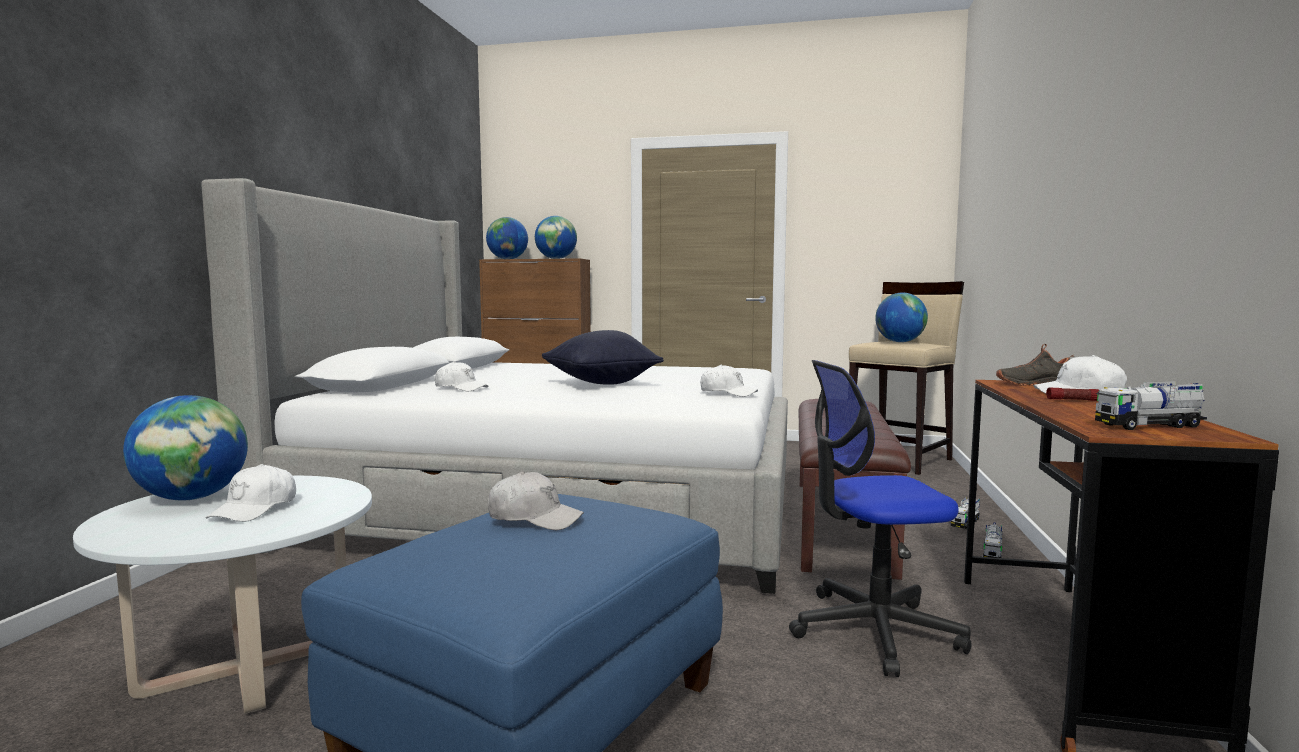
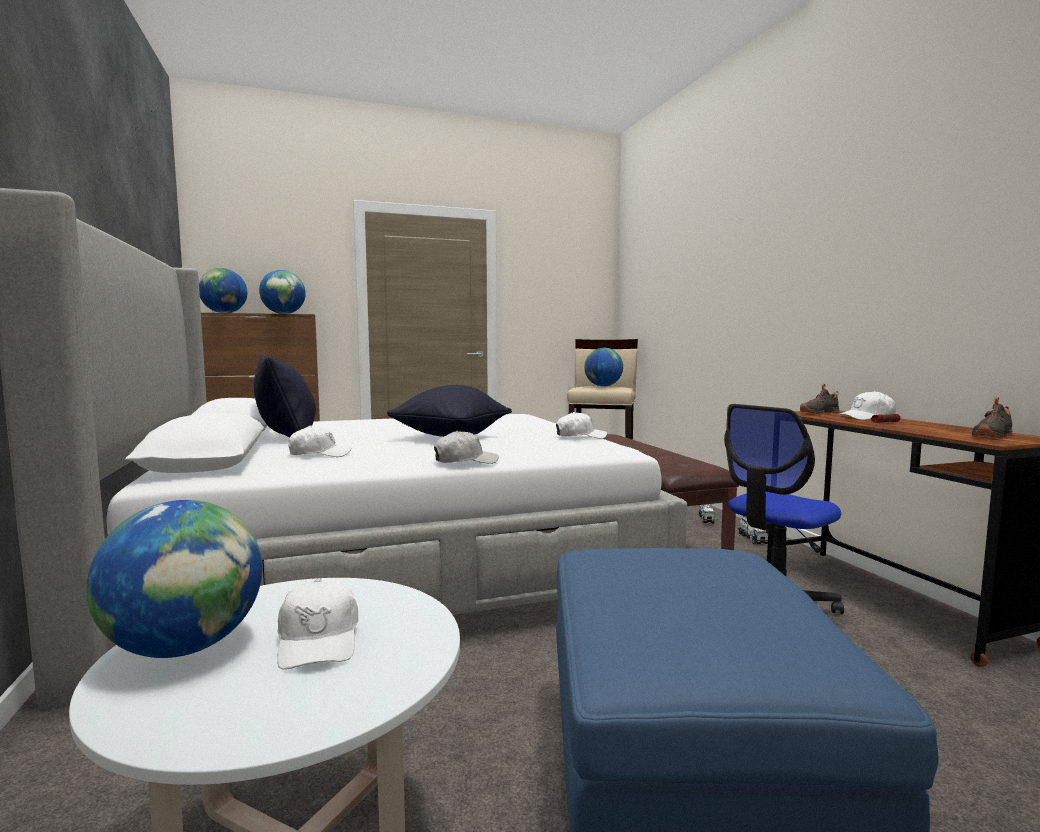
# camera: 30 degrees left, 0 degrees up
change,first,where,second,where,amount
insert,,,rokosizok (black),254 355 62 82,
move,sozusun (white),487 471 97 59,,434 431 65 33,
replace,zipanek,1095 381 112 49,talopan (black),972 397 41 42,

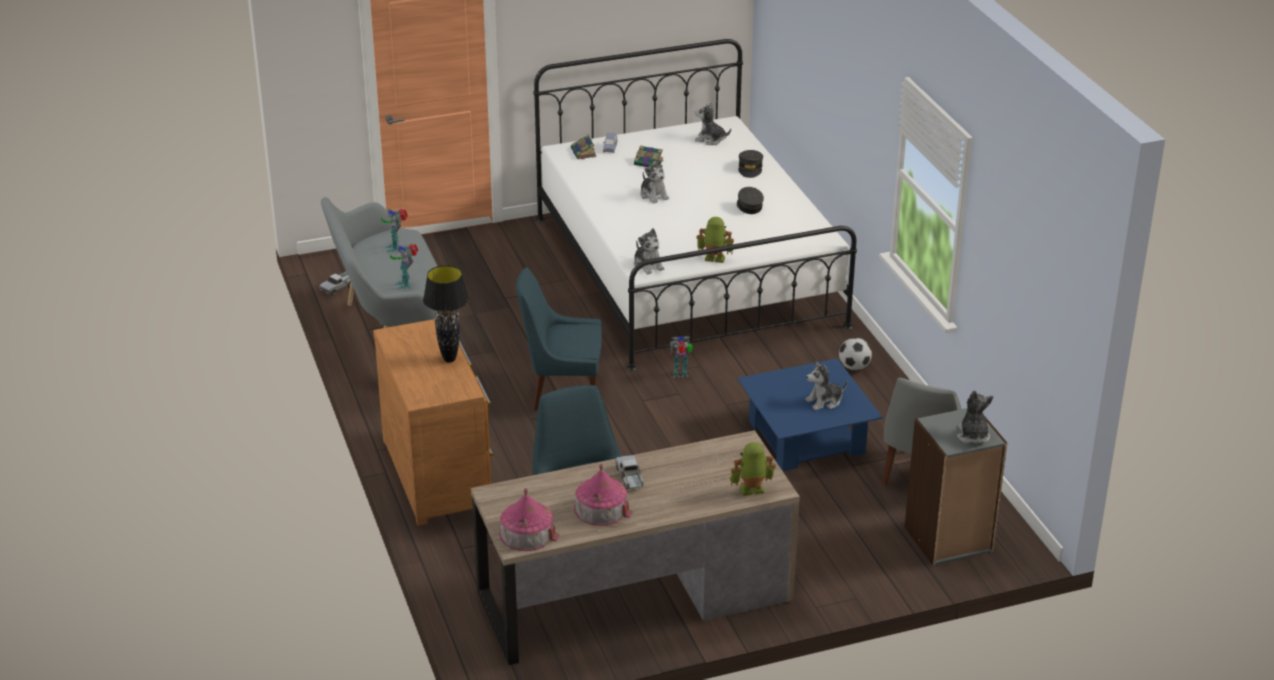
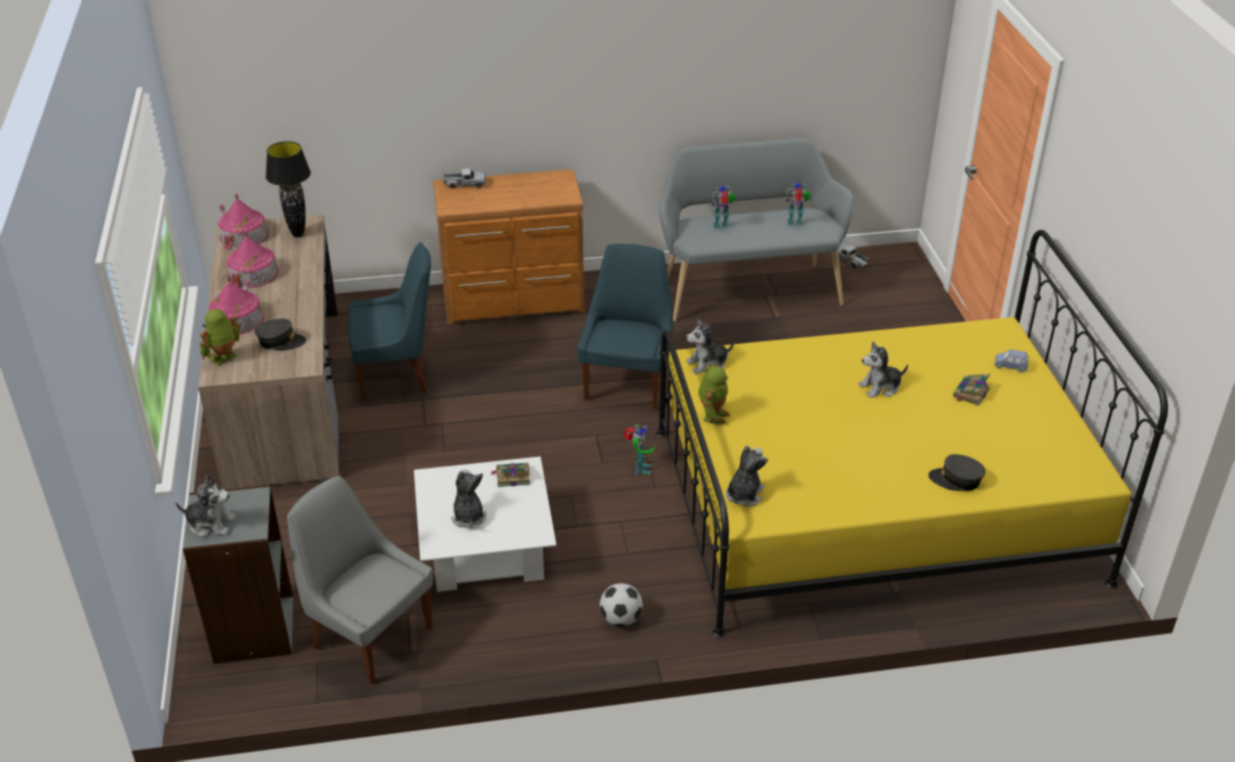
# camera: 100 degrees right, 5 degrees up
change,first,where,second,where,amount
insert,,,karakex,209 275 55 59,
move,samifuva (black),423 265 46 98,,266 141 45 96,
move,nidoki,571 135 26 24,,490 462 40 25,
move,zipanek,615 455 29 36,,443 168 43 21,
move,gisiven,695 103 36 42,,725 446 43 61,
move,sozusun (grey),737 187 27 27,,255 319 51 32,
recolor,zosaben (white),534 39 323 332,zosaben (yellow),656 230 512 408,
recolor,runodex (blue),737 359 146 112,runodex (white),414 456 142 136,
rotate,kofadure,730 442 46 54,,200 309 40 57,135 degrees counterclockwise

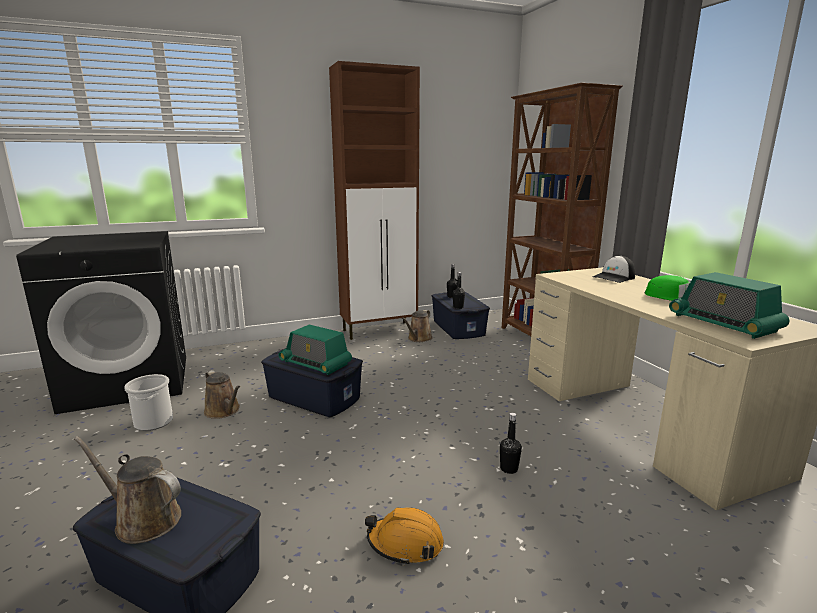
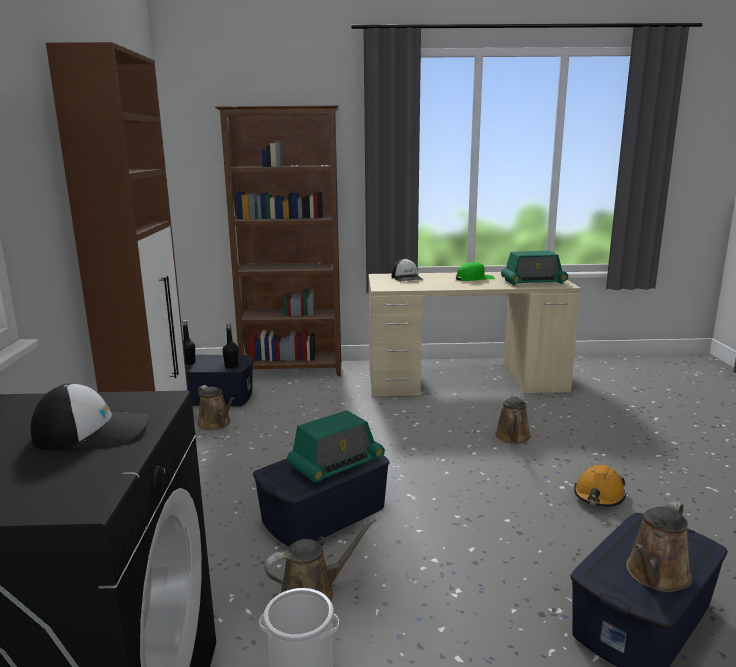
# camera: 70 degrees left, 0 degrees up
change,first,where,second,where,amount
insert,,,sozusun,31 383 118 68,
replace,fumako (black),500 413 22 61,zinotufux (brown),495 394 36 50,

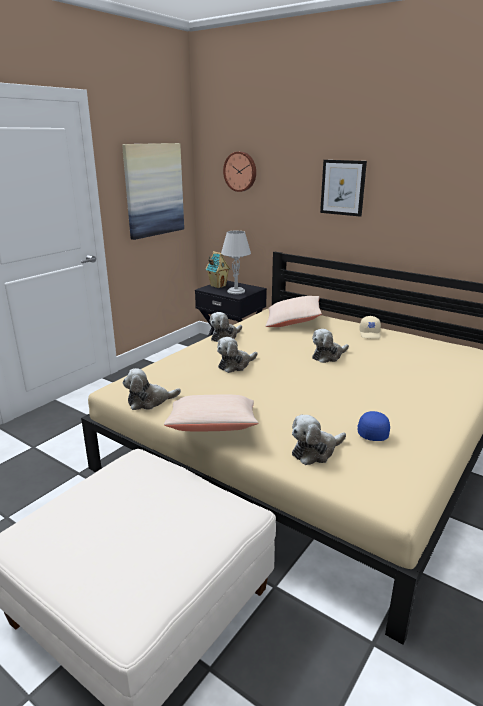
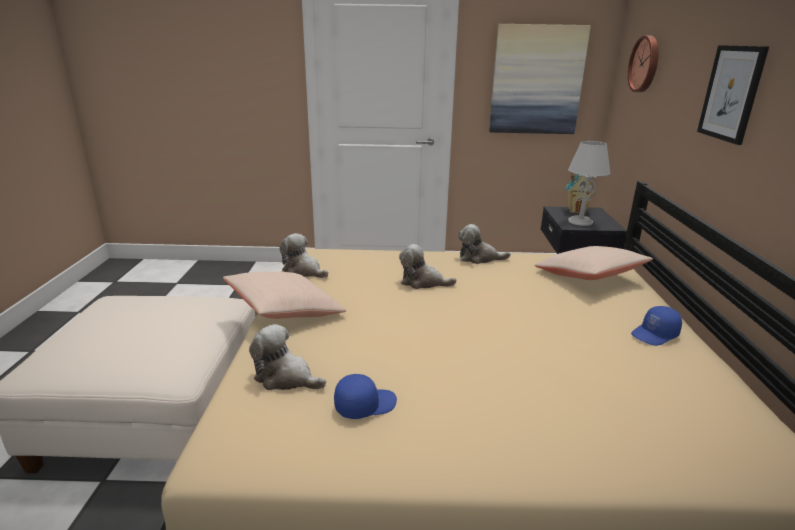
# camera: 55 degrees right, 0 degrees up
change,first,where,second,where,amount
delete,gisiven,312 329 37 34,,,
recolor,sozusun (beige),359 316 22 23,sozusun (blue),631 306 51 40,

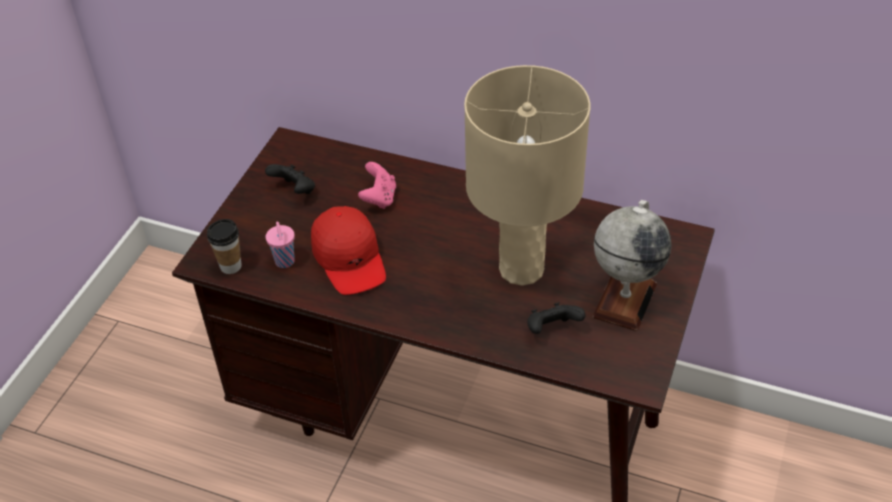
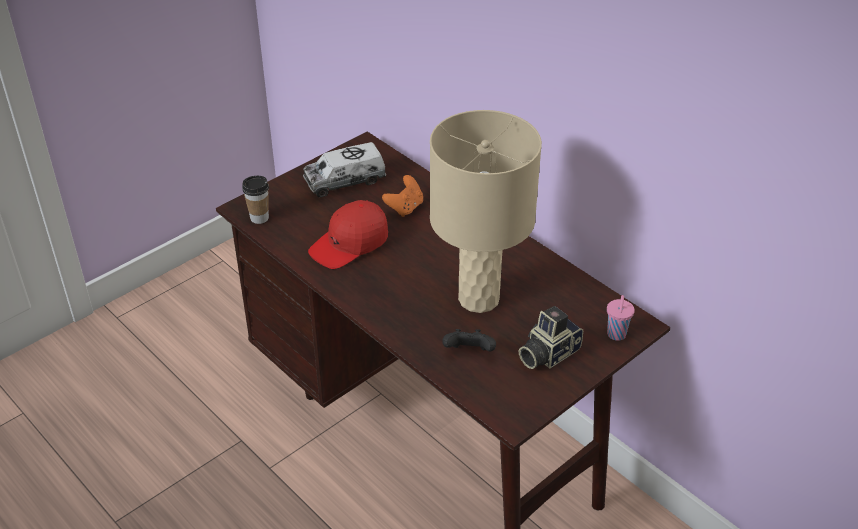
# camera: 25 degrees right, 5 degrees down
change,first,where,second,where,amount
move,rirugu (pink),266 222 29 46,,607 295 28 46,
replace,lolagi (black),265 164 50 30,zipanek,303 142 83 55,
replace,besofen,593 200 79 131,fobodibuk,519 306 64 63,
recolor,lolagi (pink),358 162 38 47,lolagi (orange),382 175 41 42,
rotate,sozusun (red),311 206 75 89,,308 200 80 69,45 degrees clockwise

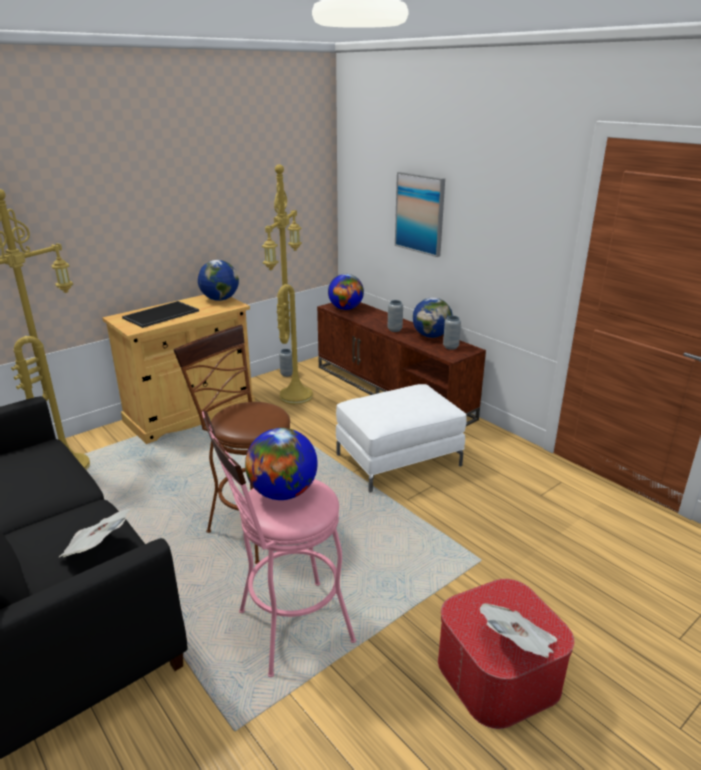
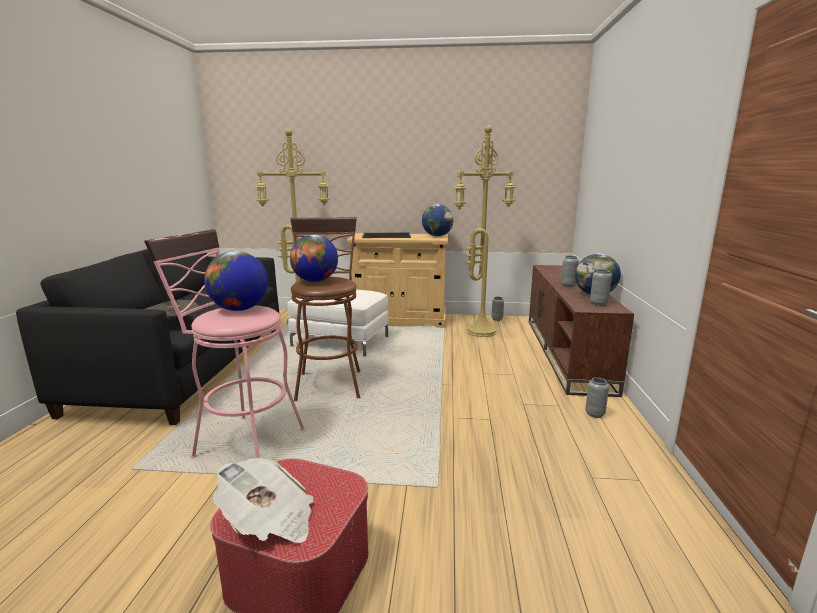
# camera: 45 degrees right, 10 degrees down
change,first,where,second,where,amount
delete,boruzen,395 172 50 85,,,
insert,,,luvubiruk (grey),585 377 24 41,
move,besofen,328 274 36 36,,290 235 48 47,
move,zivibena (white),336 384 130 109,,287 290 102 67,

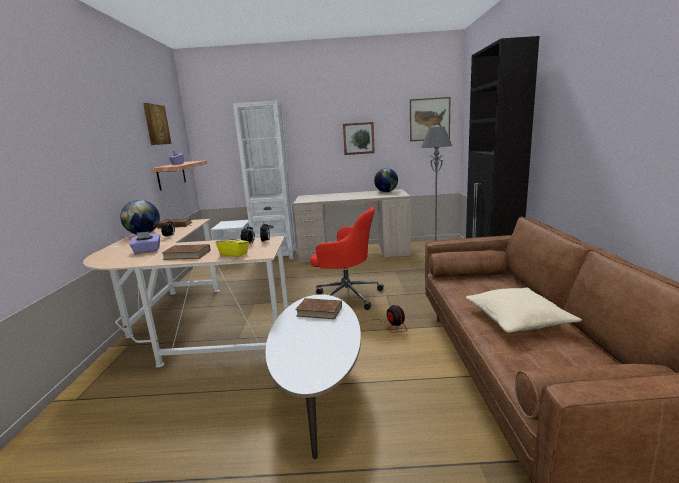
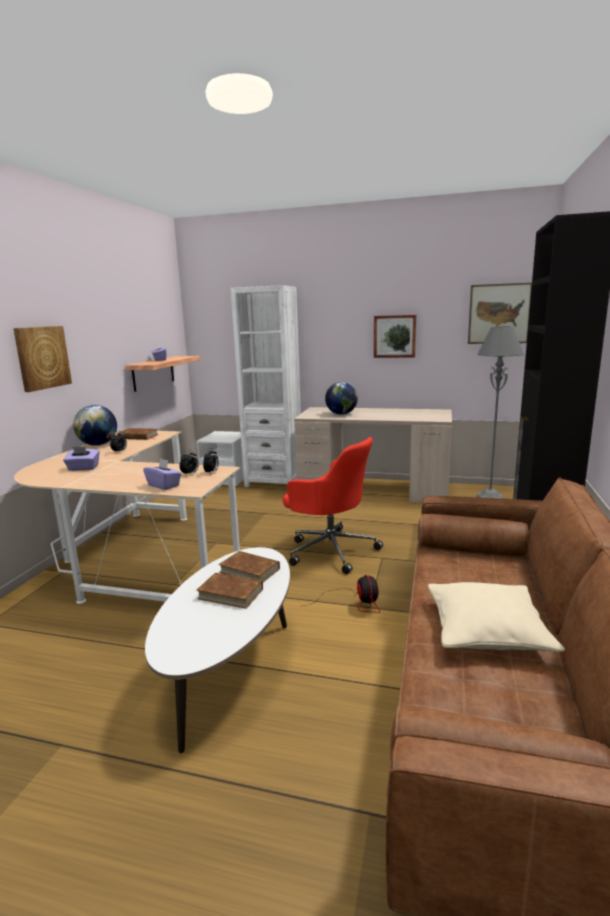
# camera: 15 degrees right, 0 degrees up
change,first,where,second,where,amount
move,boruzen,143 103 28 42,,13 326 59 66,
move,nidoki (brown),162 244 48 16,,197 573 66 36,
move,besofen,374 168 24 24,,325 382 33 33,
recolor,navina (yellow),216 232 33 25,navina (purple),143 458 39 32,

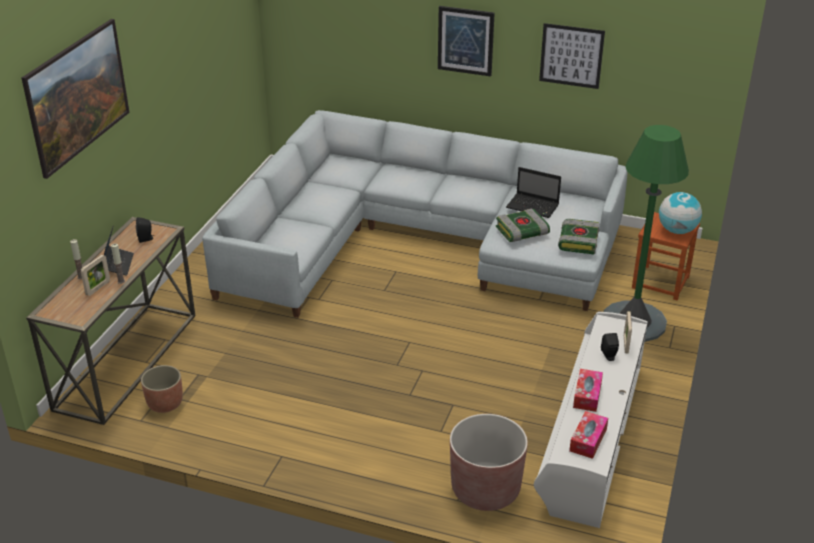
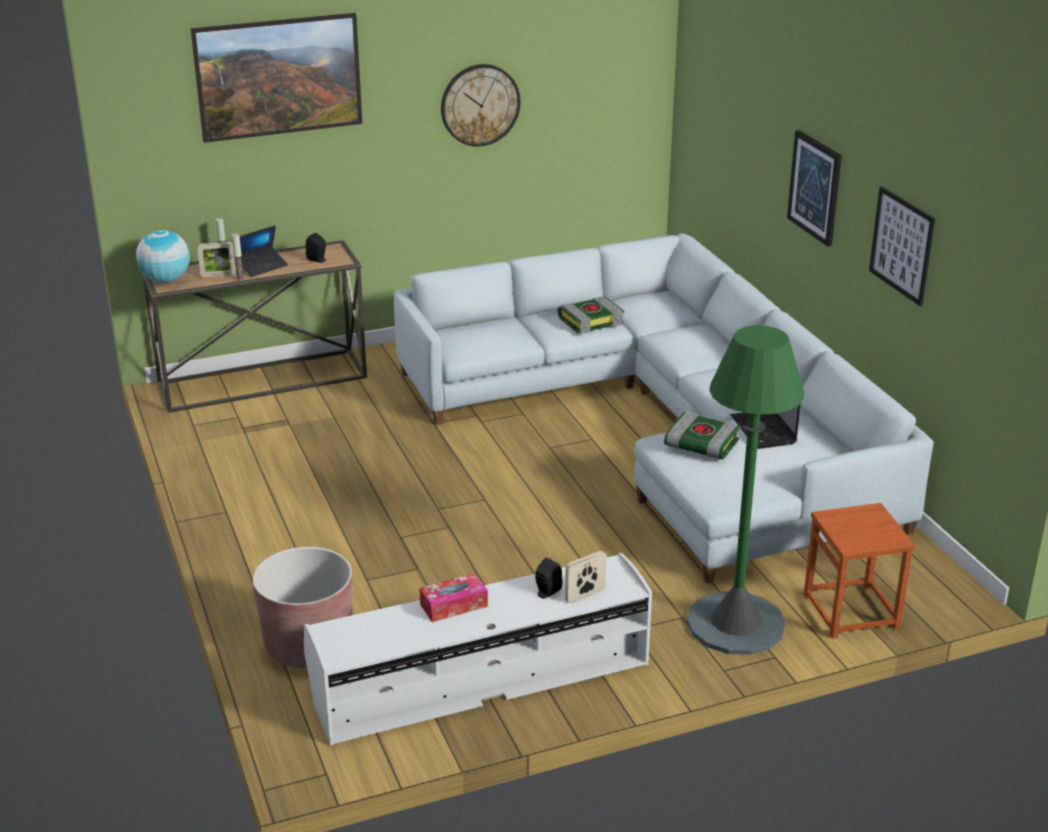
# camera: 50 degrees right, 5 degrees down
change,first,where,second,where,amount
delete,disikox,141 365 42 48,,,
delete,navina,569 411 39 48,,,
insert,,,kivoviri,441 64 79 83,
move,nidoki,558 219 41 35,,558 297 66 37,
move,besofen,659 192 43 42,,136 230 54 53,

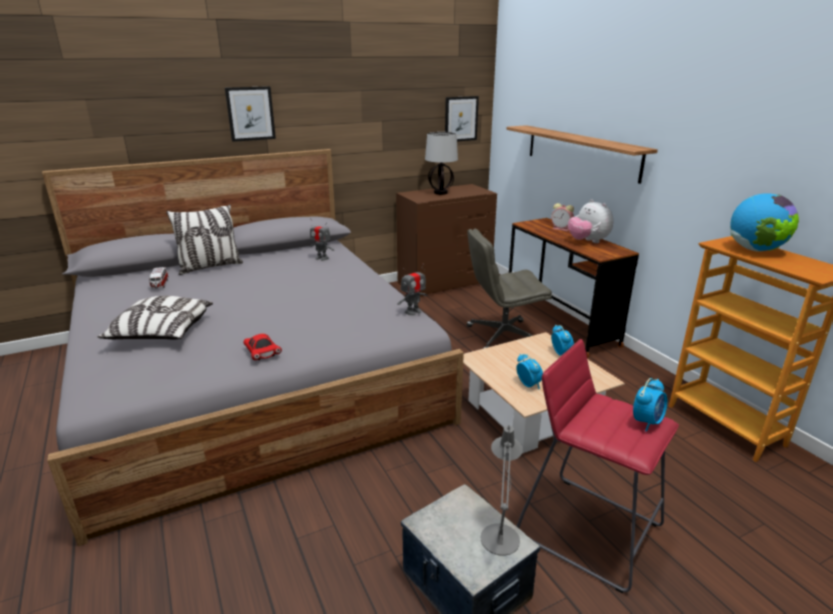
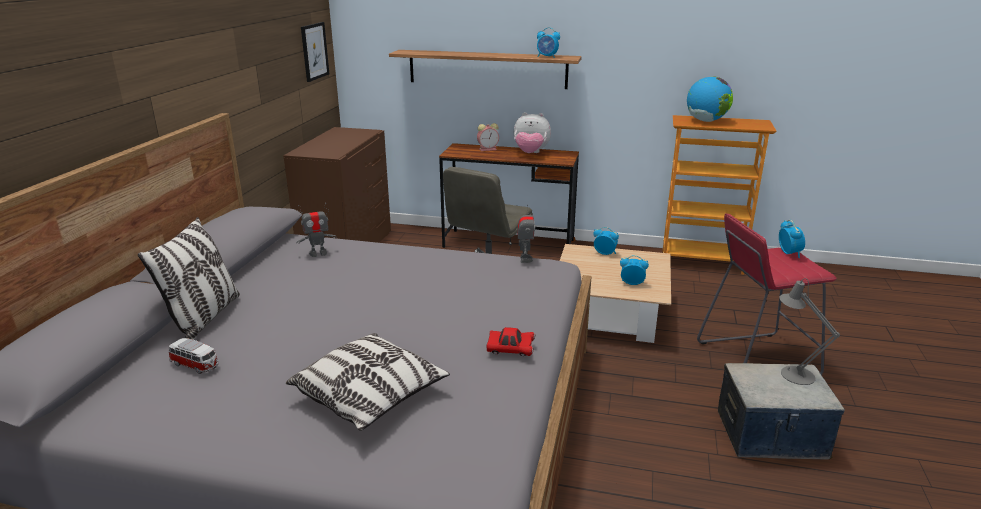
# camera: 50 degrees left, 0 degrees up
change,first,where,second,where,amount
delete,boruzen,225 86 51 56,,,
delete,samifuva,425 132 33 63,,,
insert,,,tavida,537 27 23 31,

